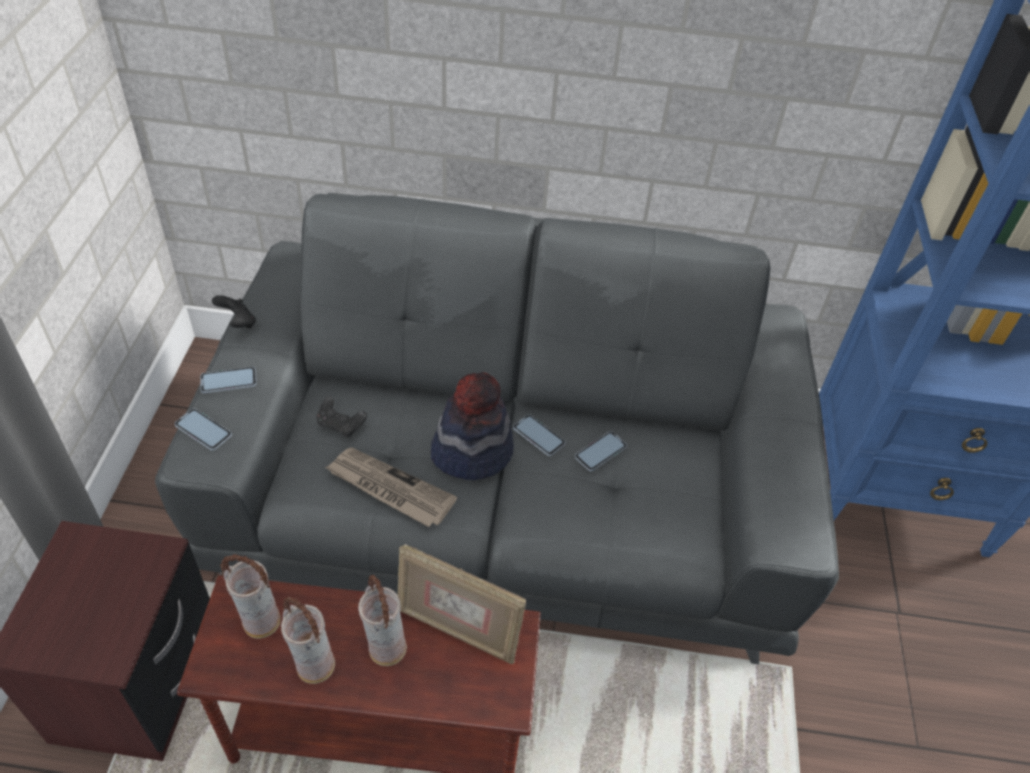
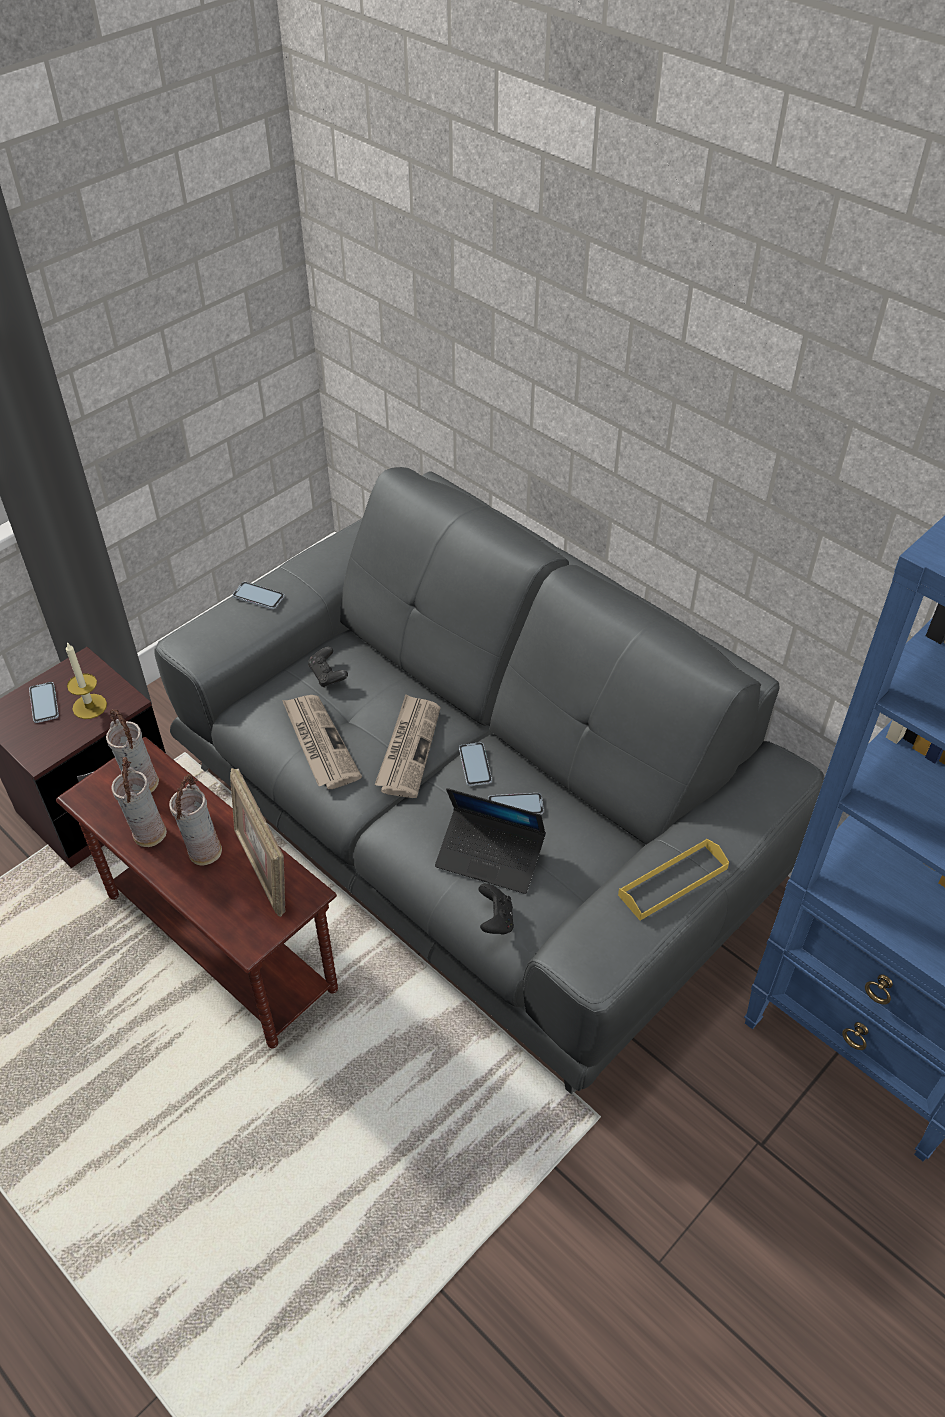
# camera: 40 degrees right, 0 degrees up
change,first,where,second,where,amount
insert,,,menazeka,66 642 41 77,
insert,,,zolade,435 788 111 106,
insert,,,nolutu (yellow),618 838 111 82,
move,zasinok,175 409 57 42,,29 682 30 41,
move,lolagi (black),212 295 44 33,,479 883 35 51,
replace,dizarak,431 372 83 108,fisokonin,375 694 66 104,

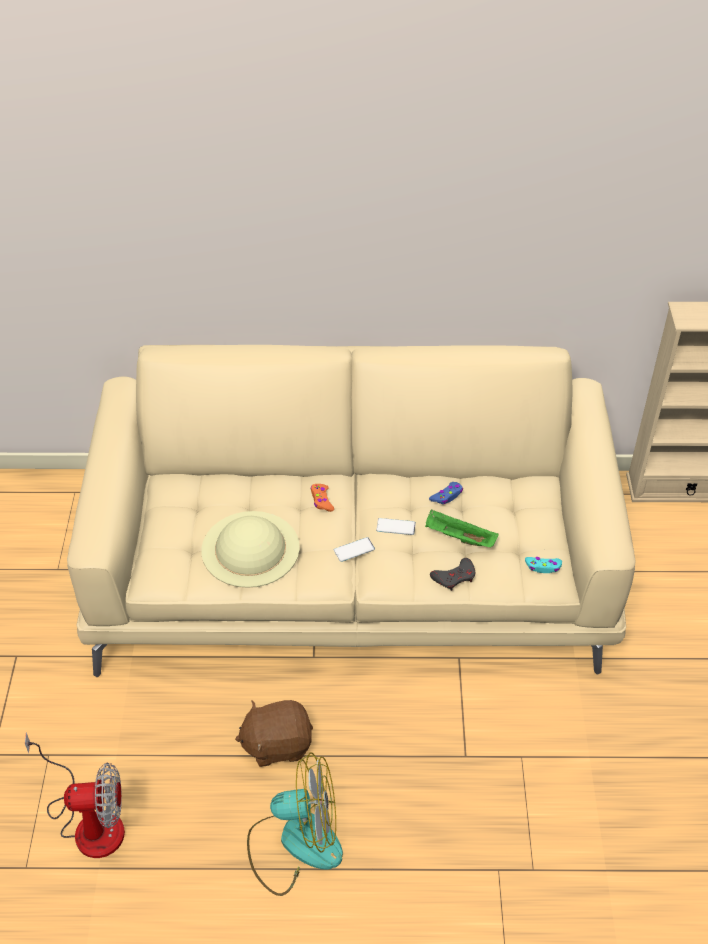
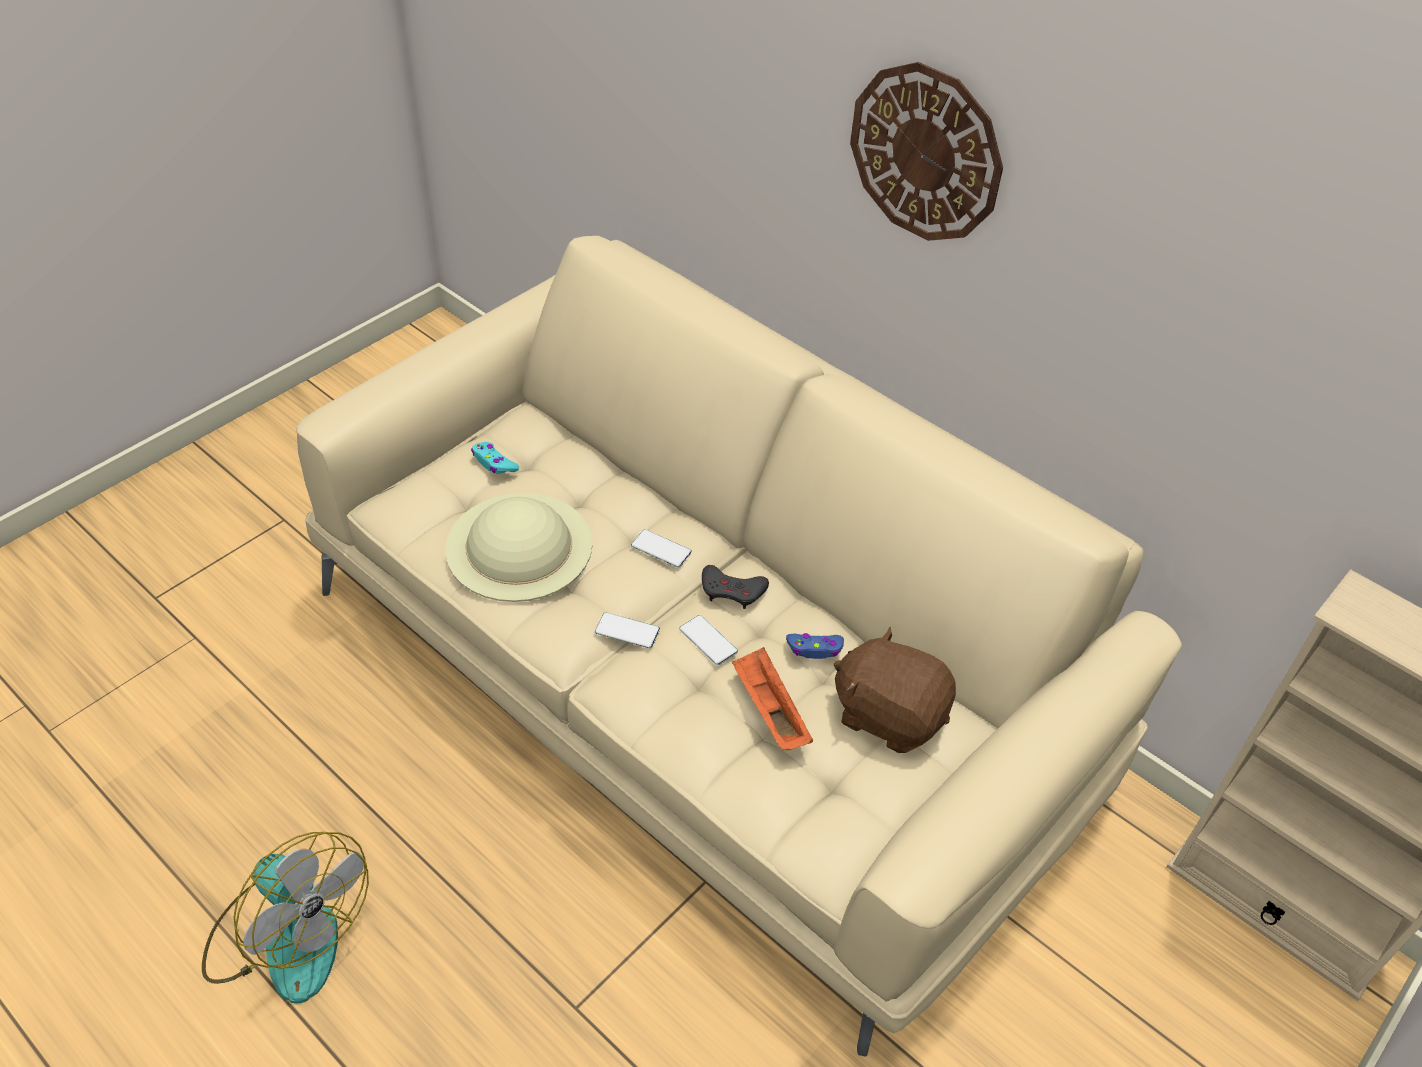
# camera: 40 degrees right, 0 degrees up
change,first,where,second,where,amount
delete,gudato,25 732 100 126,,,
insert,,,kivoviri,850 62 153 179,
move,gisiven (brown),235 700 78 67,,834 627 122 126,
move,lolagi (grey),430 558 45 33,,702 565 67 44,
move,lolagi (turquoise),525 557 37 16,,471 442 48 32,
replace,lolagi (orange),311 484 23 28,zasinok,631 529 61 38,
recolor,nolutu (green),425 510 74 37,nolutu (orange),732 647 81 103,

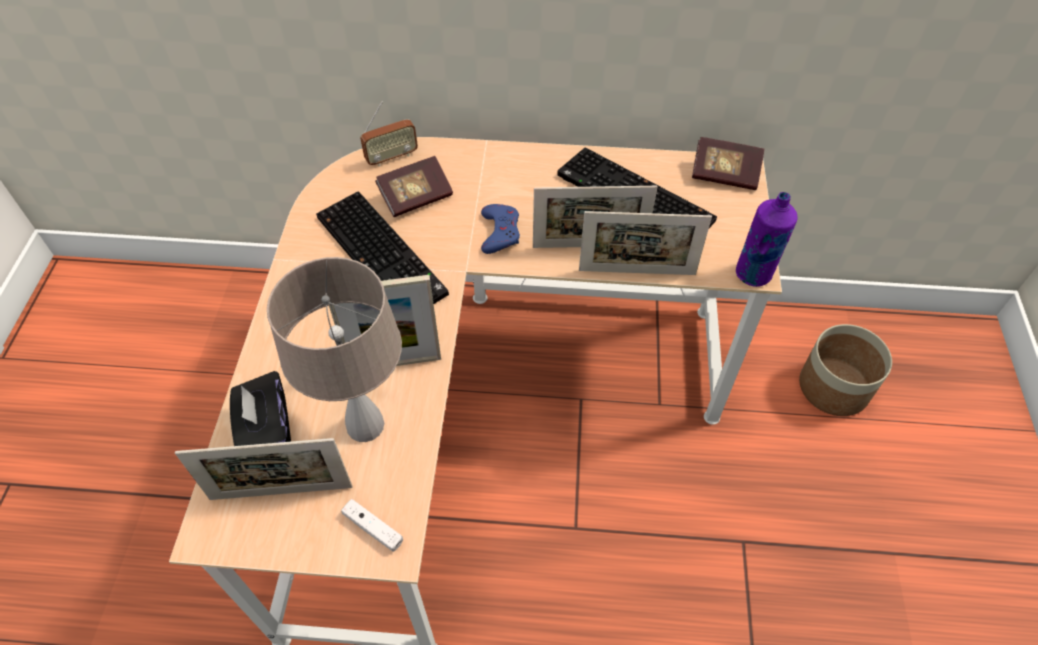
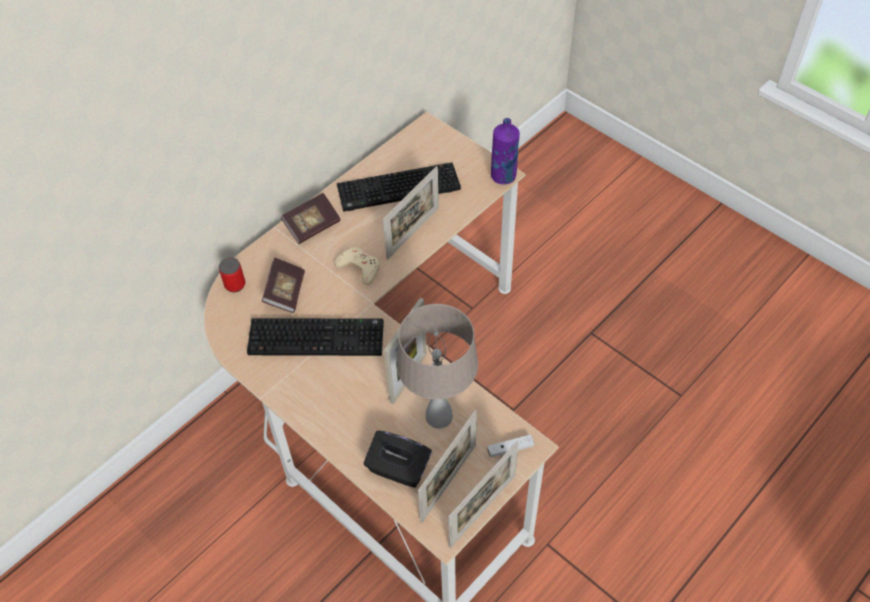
# camera: 50 degrees left, 0 degrees up
change,first,where,second,where,amount
delete,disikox,799 324 93 92,,,
move,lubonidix,579 211 133 64,,448 441 71 107,
move,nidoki,692 137 72 53,,281 193 60 51,
replace,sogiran,360 101 58 65,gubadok,219 257 26 35,
recolor,lolagi (blue),481 204 39 50,lolagi (beige),334 247 46 38,

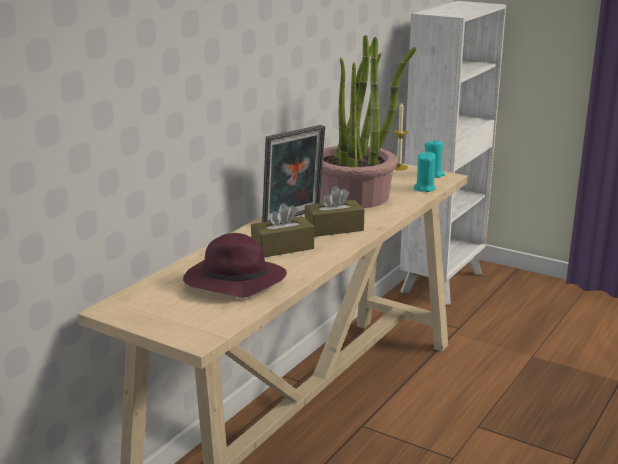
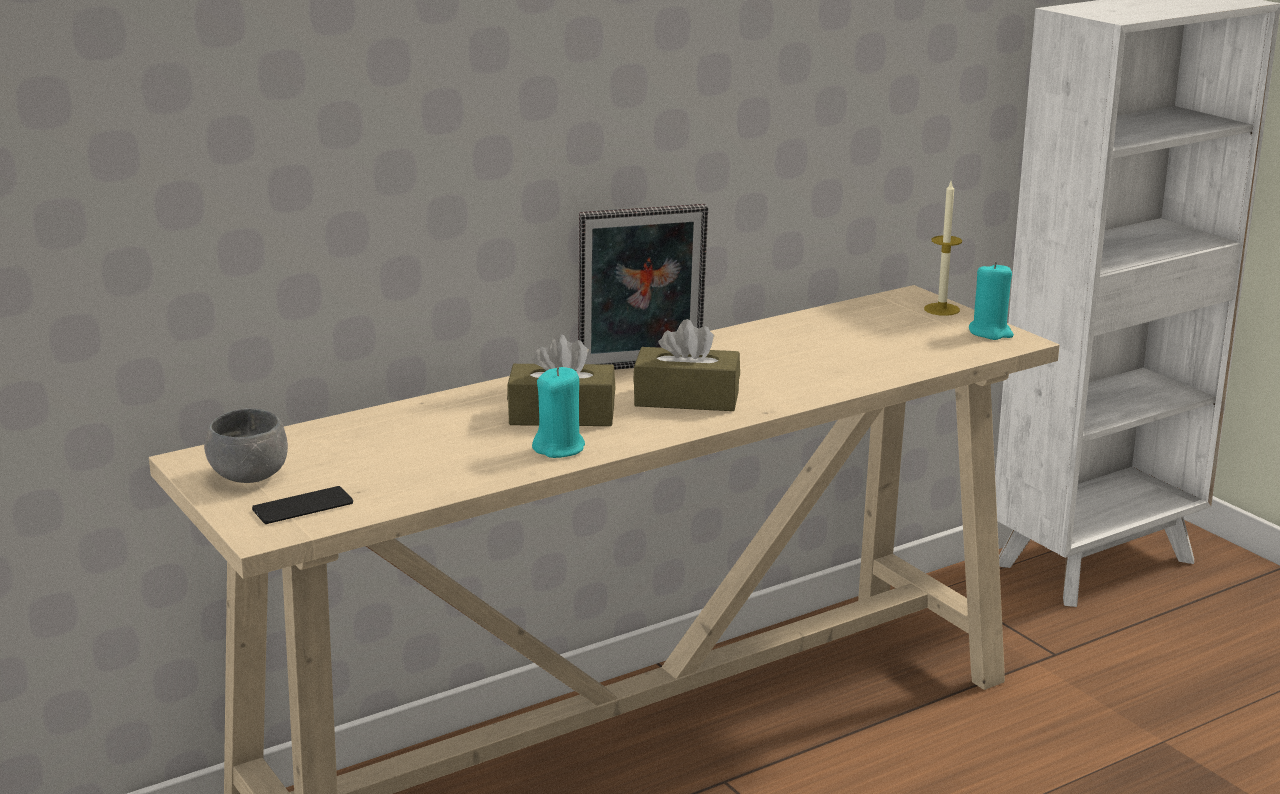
# camera: 25 degrees right, 0 degrees up
change,first,where,second,where,amount
delete,dizarak (purple),183 233 104 65,,,
delete,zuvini,320 35 96 173,,,
insert,,,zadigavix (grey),204 408 84 75,
insert,,,zasinok,252 486 101 38,
move,menazeka (turquoise),414 151 22 41,,532 367 53 91,

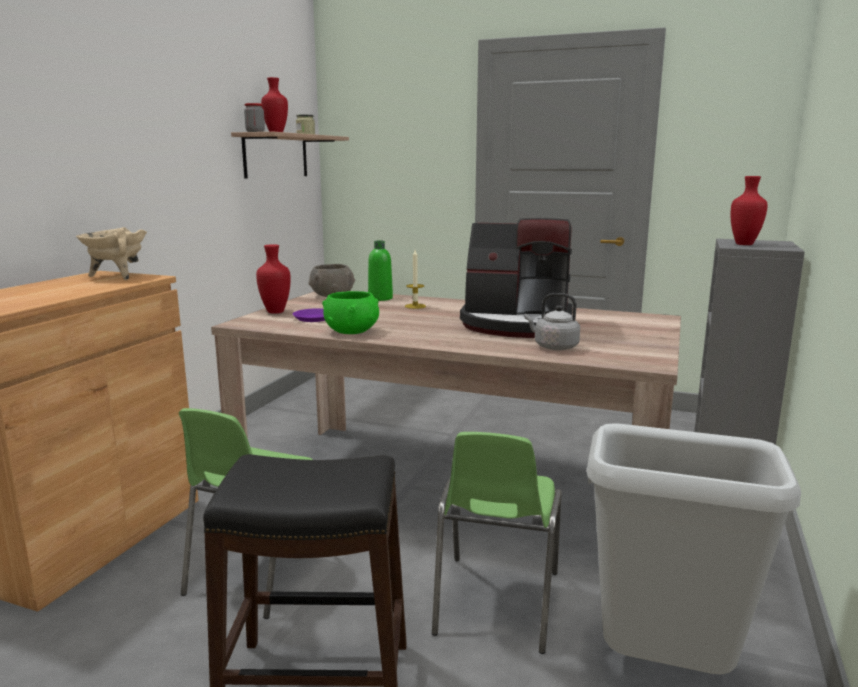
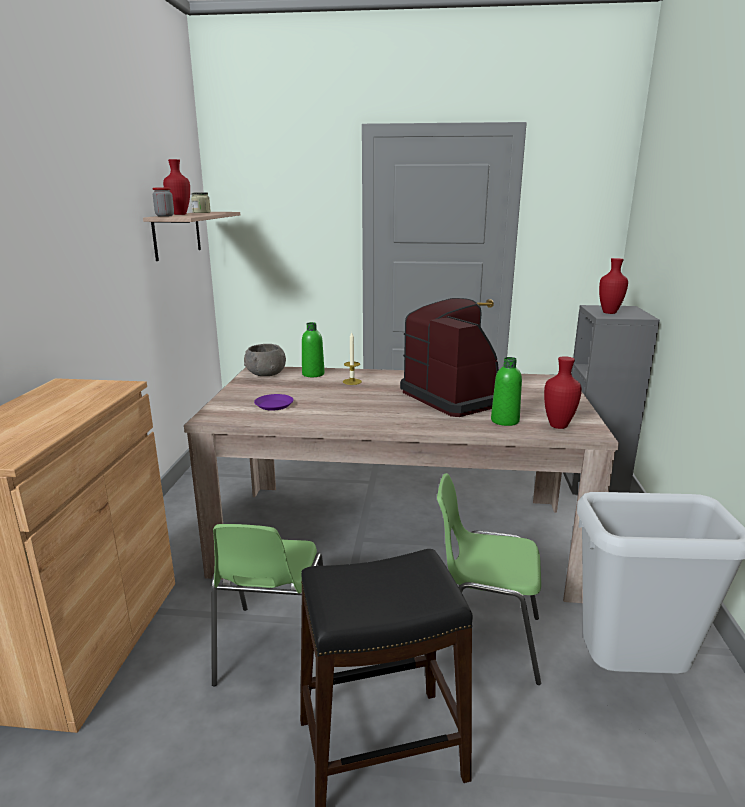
# camera: 15 degrees left, 5 degrees up
change,first,where,second,where,amount
delete,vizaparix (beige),76 227 71 53,,,
delete,zadigavix (green),322 291 57 43,,,
move,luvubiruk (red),256 244 35 70,,544 356 38 73,
replace,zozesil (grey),525 293 55 57,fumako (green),491 357 31 69,
rotate,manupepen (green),432 432 130 222,,437 473 104 212,105 degrees clockwise
rotate,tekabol,460 218 113 120,,400 298 99 119,120 degrees counterclockwise

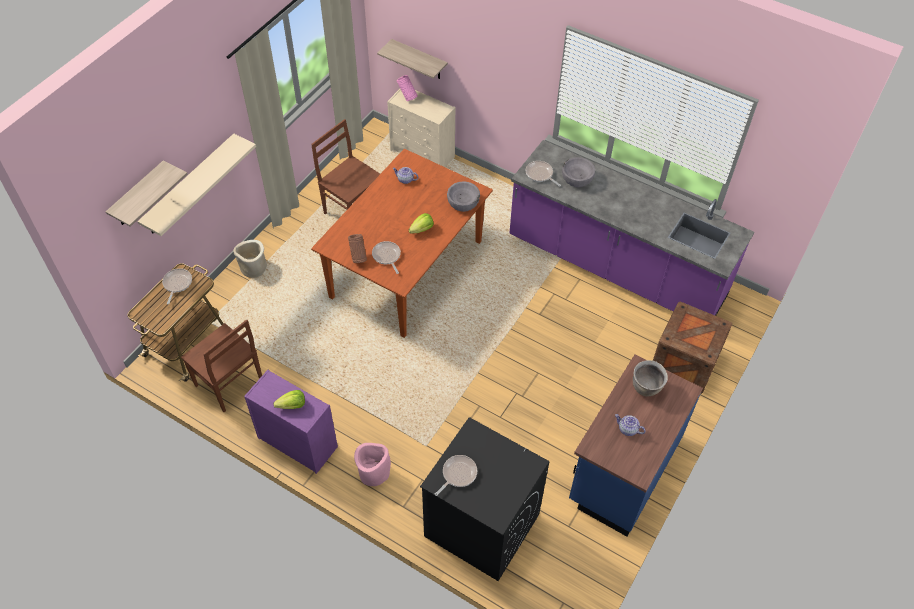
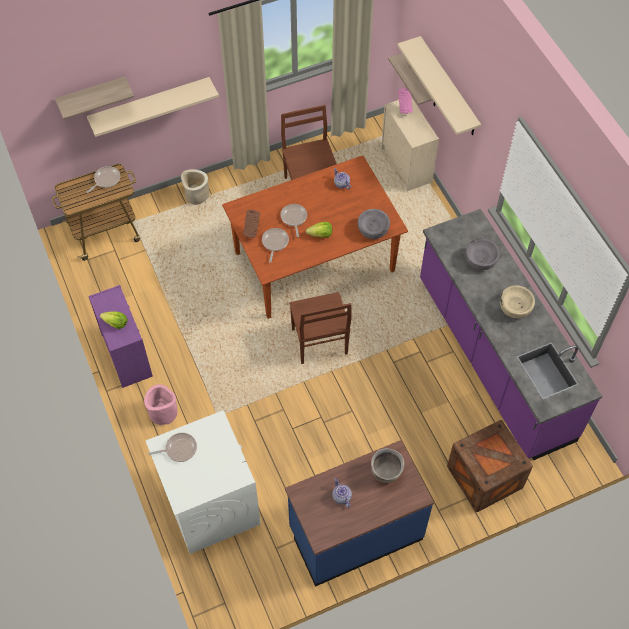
# camera: 35 degrees right, 5 degrees up
change,first,where,second,where,amount
insert,,,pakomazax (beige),397 36 84 99,
insert,,,zadigavix (beige),500 285 35 33,
move,manupepen (brown),181 319 81 93,,289 292 62 72,
move,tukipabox,526 161 35 26,,281 204 26 33,
recolor,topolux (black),420 417 130 164,topolux (white),146 410 115 144,

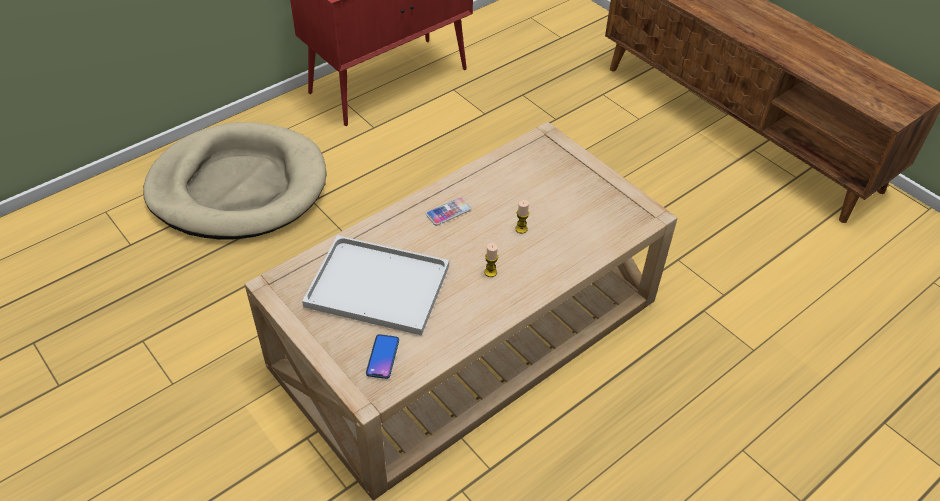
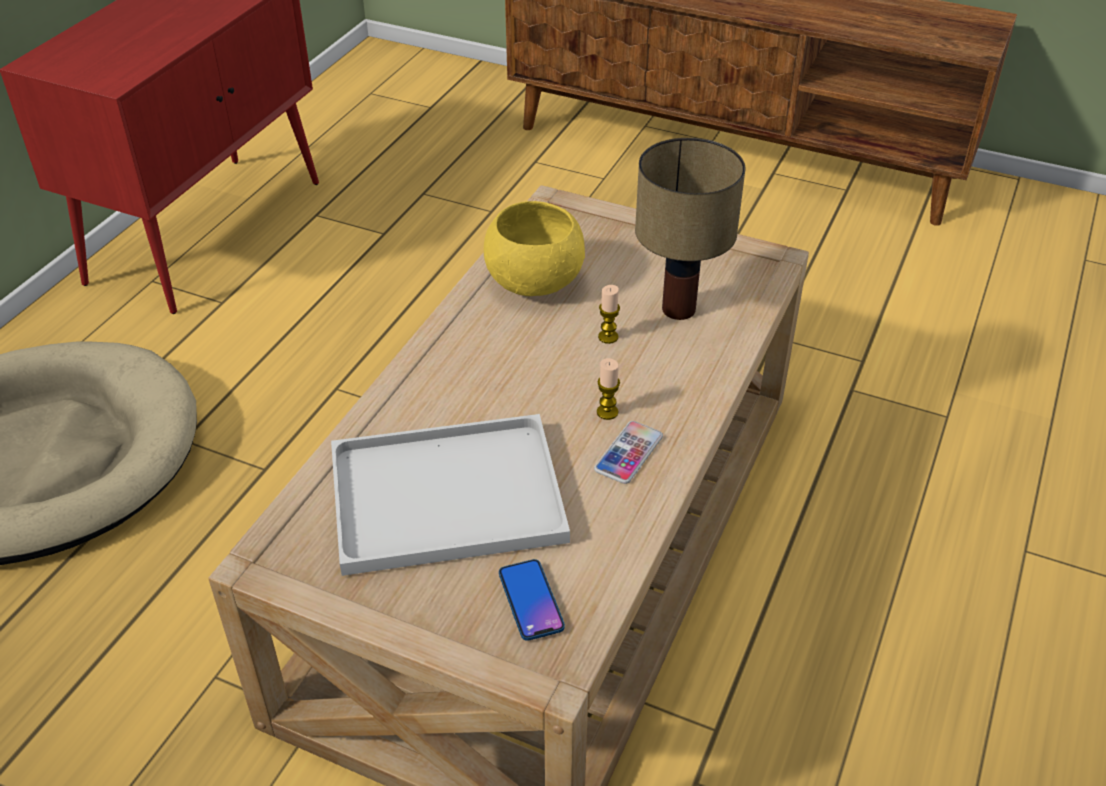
# camera: 25 degrees left, 5 degrees down
change,first,where,second,where,amount
insert,,,zadigavix (yellow),484 201 101 95,
insert,,,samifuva,635 138 111 182,
move,zasinok,426 197 45 29,,594 421 69 63,

